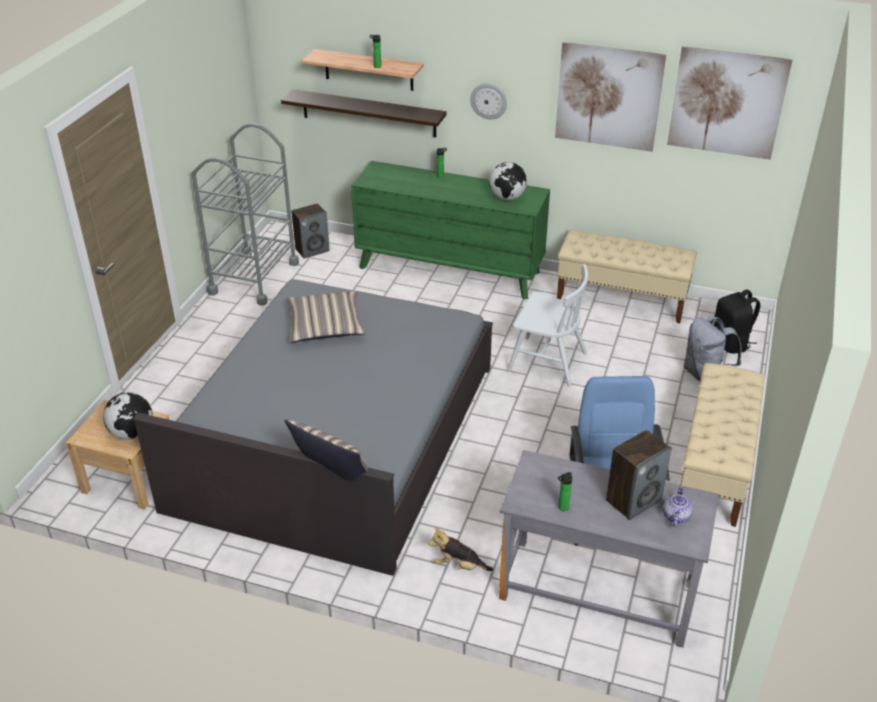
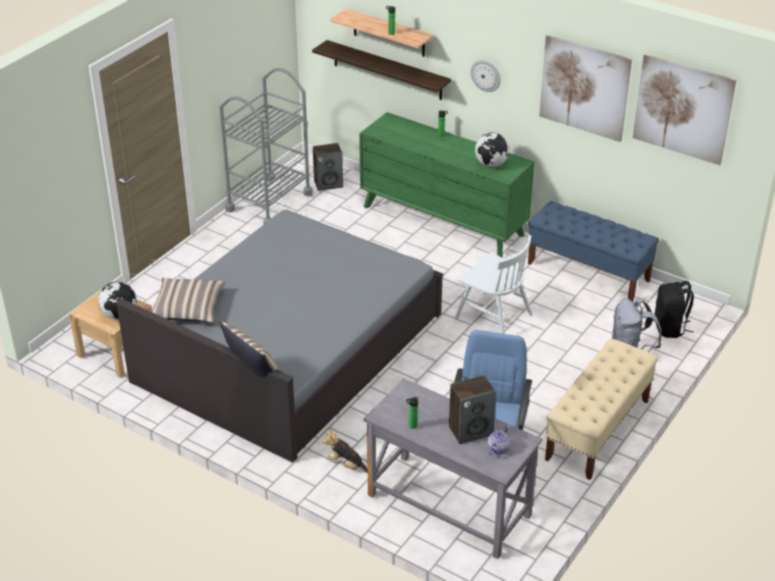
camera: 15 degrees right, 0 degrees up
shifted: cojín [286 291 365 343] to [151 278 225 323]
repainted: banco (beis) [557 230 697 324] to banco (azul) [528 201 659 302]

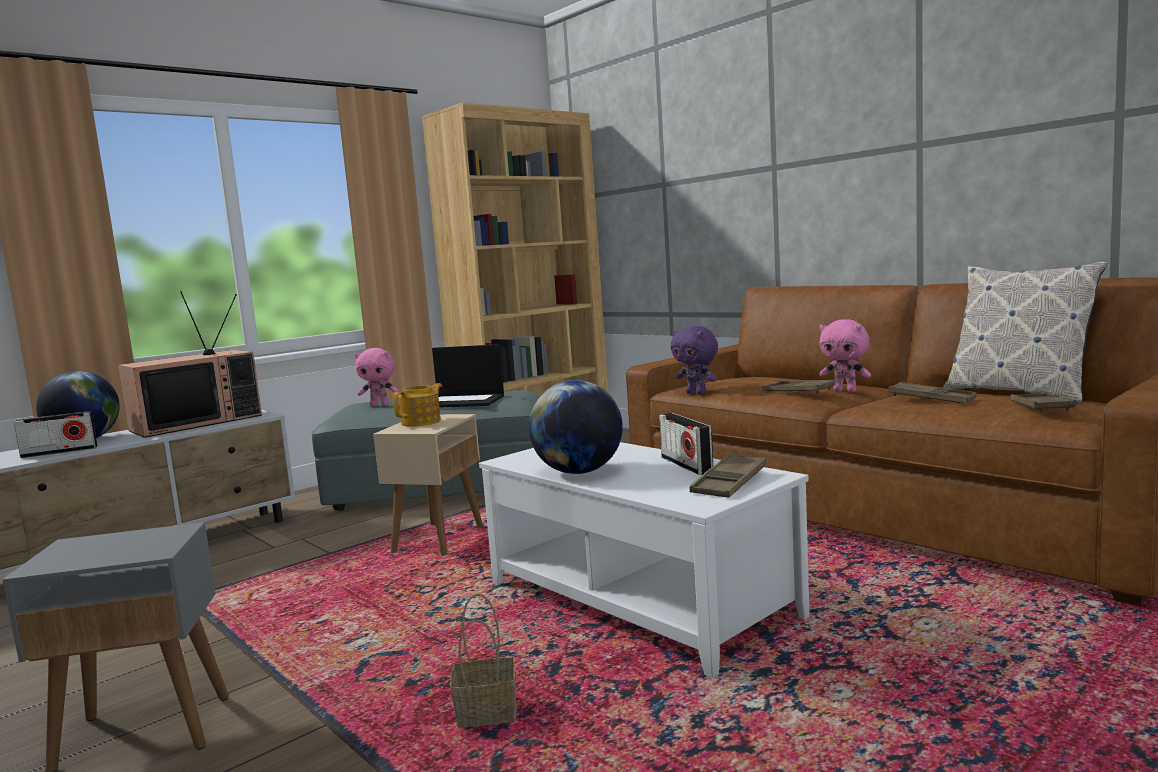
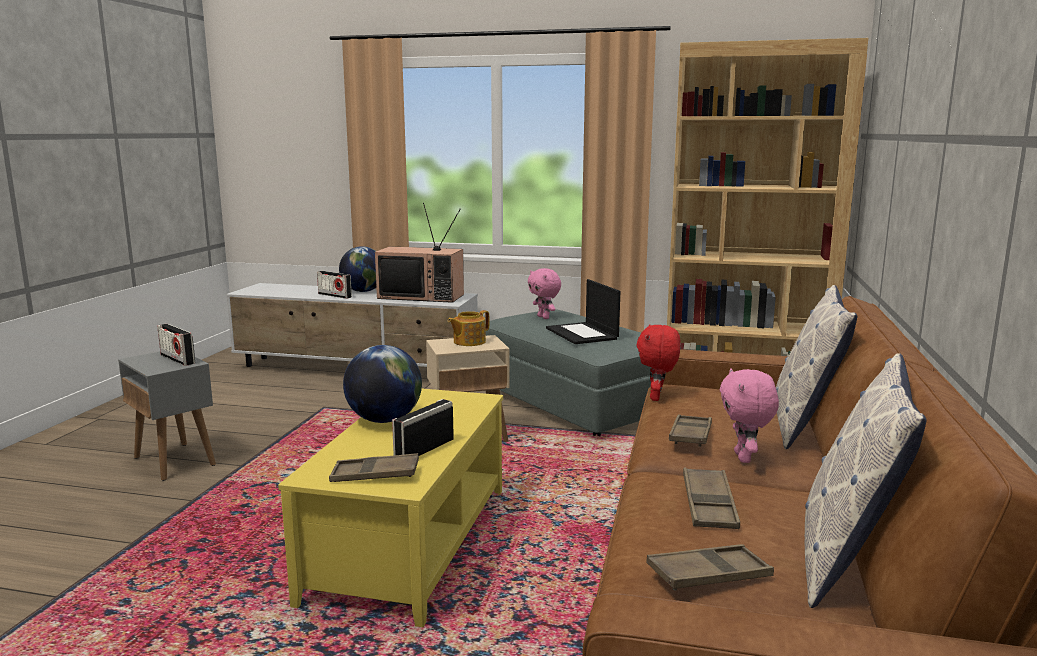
camera: 55 degrees right, 5 degrees up
gone: cesta [450 594 517 728]
new: radio [157 324 195 366]; cojín [776 285 858 449]
repainted: mesa de centro (blanco) [479 442 810 678] to mesa de centro (amarillo) [278 389 503 627]; peluche (morado) [671 326 718 395] to peluche (rojo) [637 324 681 401]
rotated: tetera [393 383 442 427] = [448 310 490 346] 135 degrees clockwise

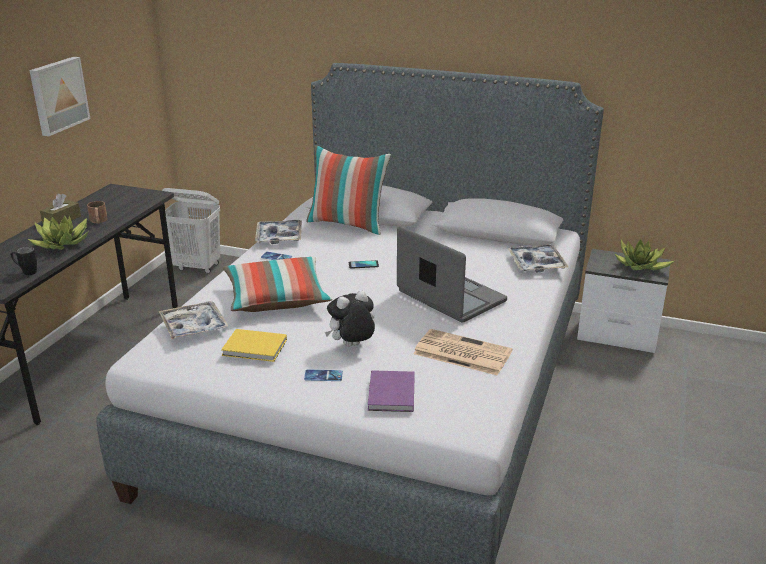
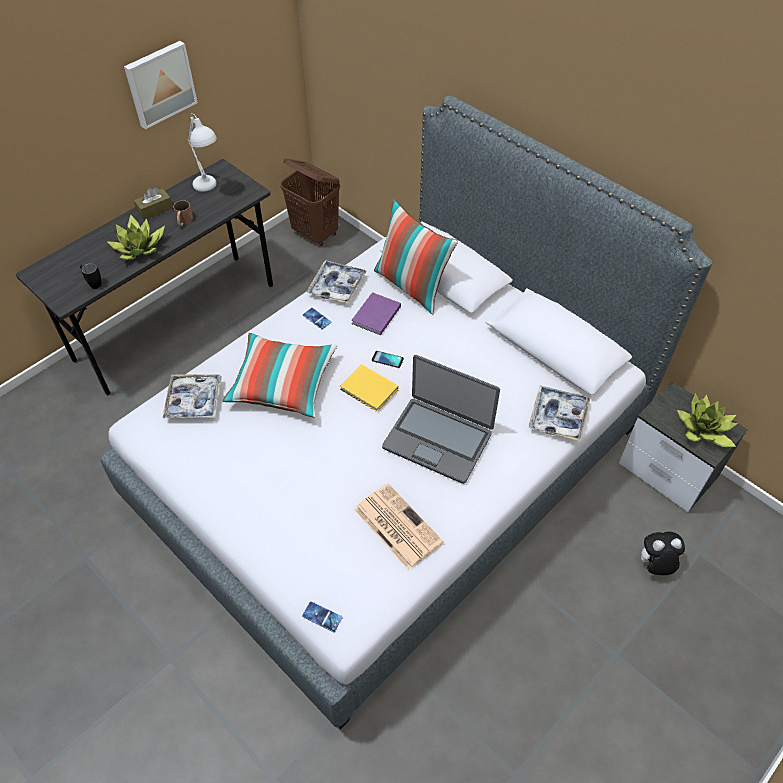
camera: 25 degrees right, 25 degrees up
new: lámpara de mesa (blanco) [188 113 217 192]
shifted: móvil [304 369 343 381] to [302 601 343 632]; libro (amarillo) [221 329 287 362] to [340 364 398 412]; libro (morado) [368 370 415 412] to [351 292 401 335]; peluche [325 291 375 347] to [636 532 685 575]
repainted: cesto de la ropa (blanco) [162 188 220 274] to cesto de la ropa (marrón) [280 159 340 246]
rotated: portátil [397 226 507 323] = [382 355 500 484] 135 degrees clockwise

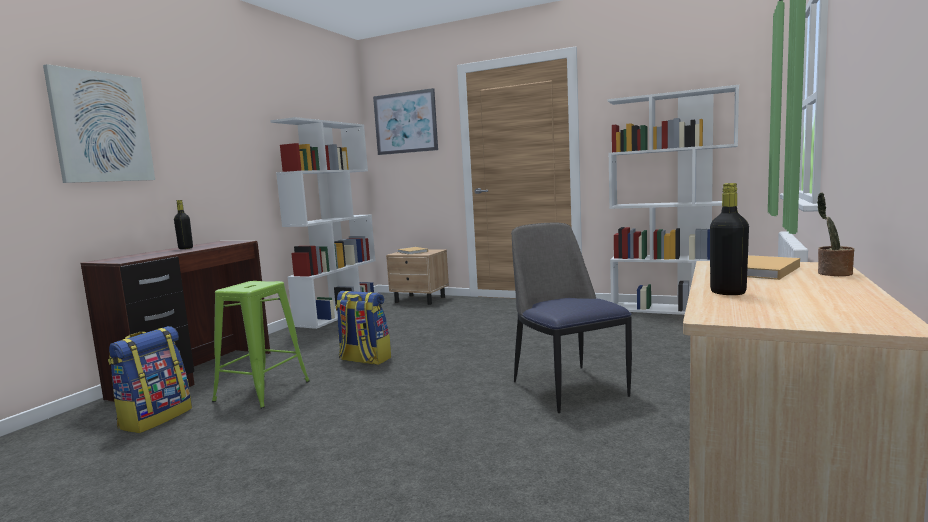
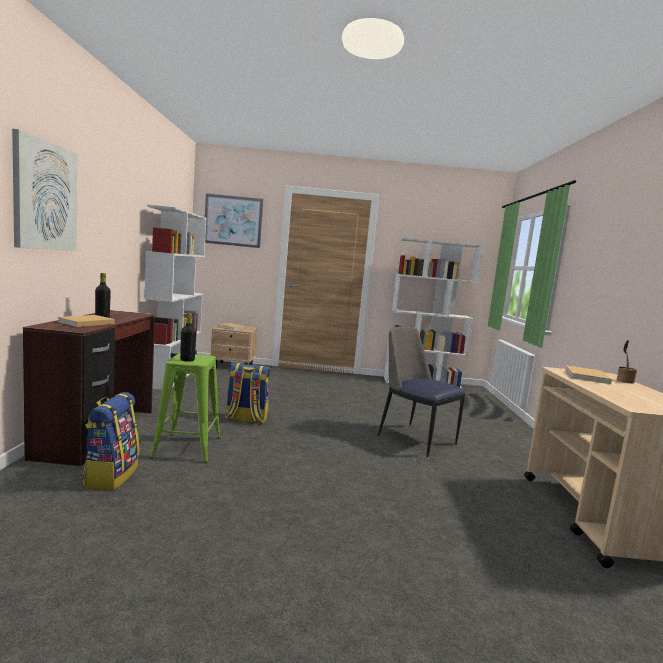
camera: 25 degrees left, 0 degrees up
new: libro (beis) [57 315 115 327]
shifted: botella (negro) [710 183 749 295] to [180 313 196 362]

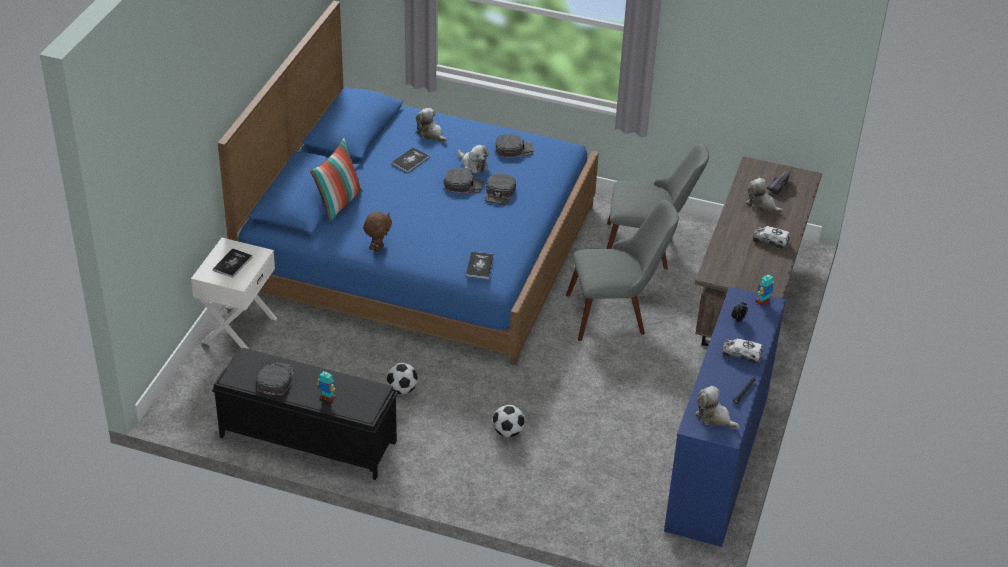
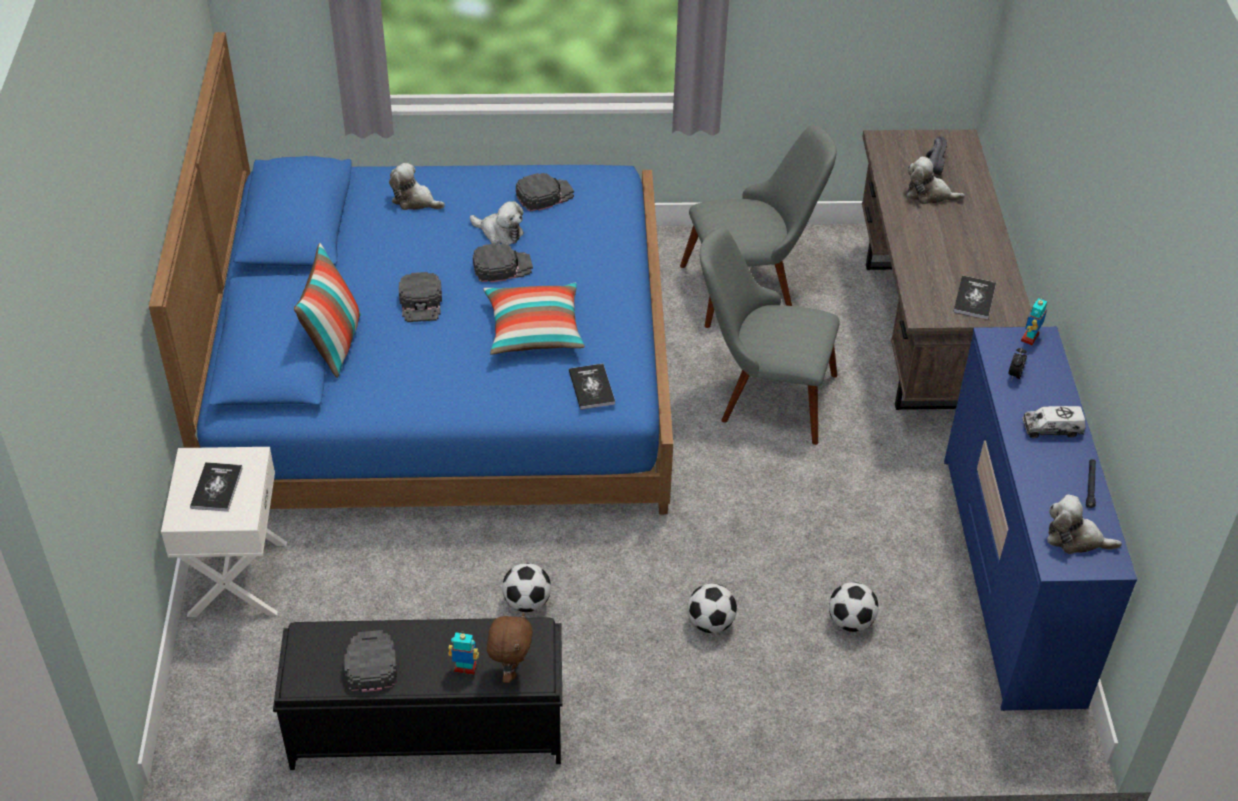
camera: 20 degrees left, 5 degrees up
gone: camión de juguete [753 226 790 249]
new: cojín [484 283 585 355]; balón de fútbol [829 582 878 632]
shifted: gorra (negro) [485 173 516 205] to [399 272 442 322]; peluche (marrón) [363 212 392 252] to [487 612 533 683]; libro [391 147 429 172] to [953 276 996 319]
rotated: silla (gris) [566 200 679 341] = [700 227 840 445] 135 degrees counterclockwise

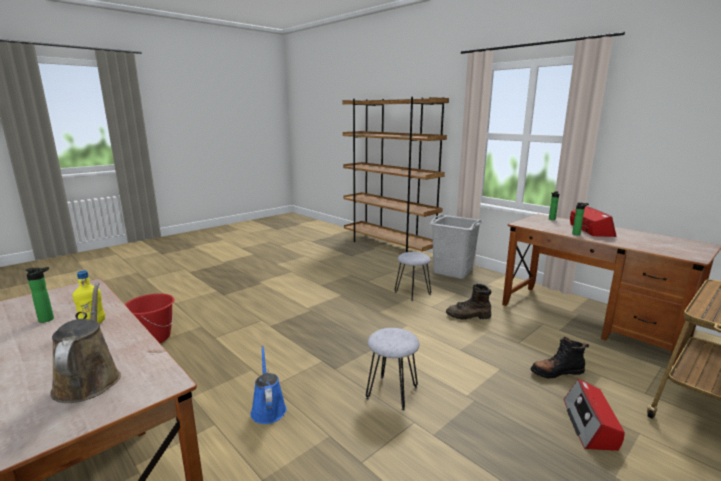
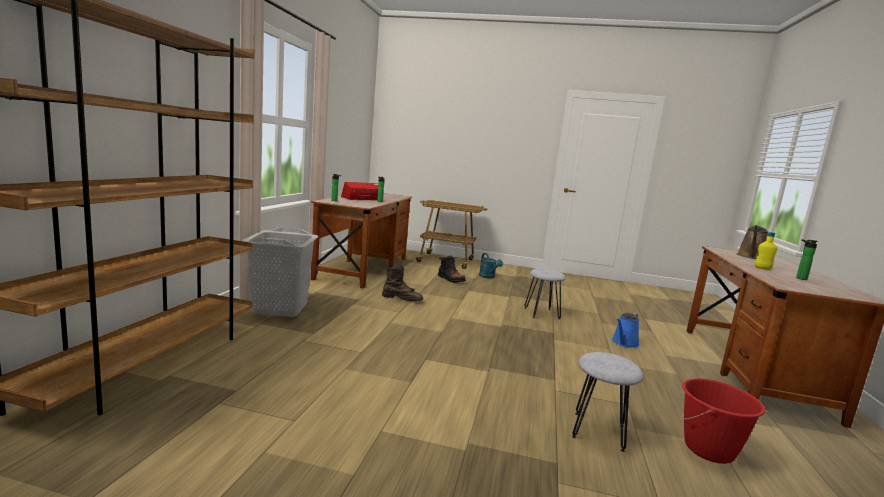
camera: 125 degrees left, 5 degrees down
shifted: taburete (gris) [395 252 431 301] to [572 352 644 452]
swapped: radio [564 379 625 451] to regadera (turquesa) [479 253 503 279]
rotated: bota (marrón) [446 284 492 319] = [382 266 423 301] 45 degrees counterclockwise

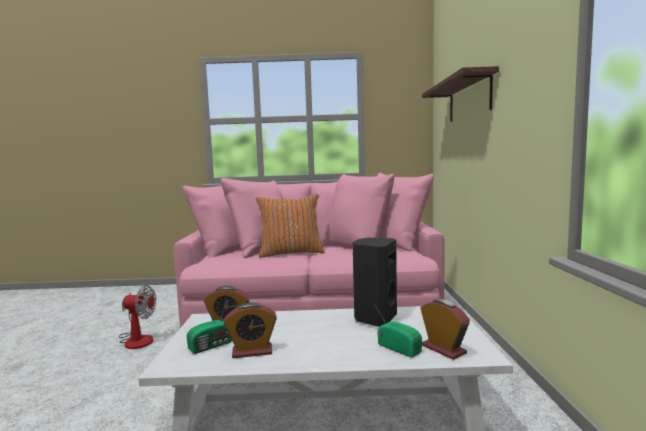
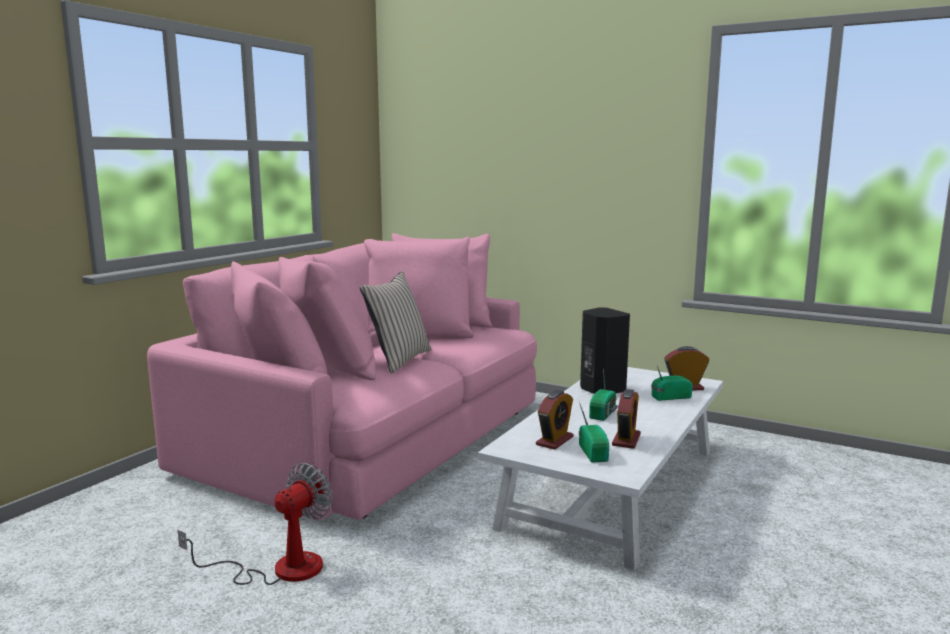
camera: 60 degrees left, 5 degrees up
gone: estante [422 66 499 122]
new: radio [589 368 618 421]
repainted: cojín (naranja) [256 194 325 258] to cojín (beis) [360 271 431 374]

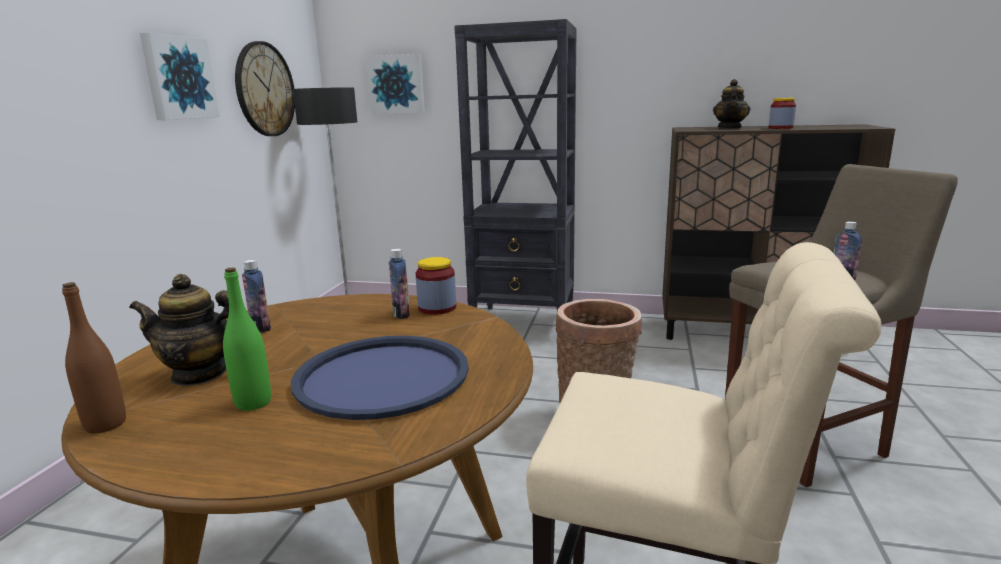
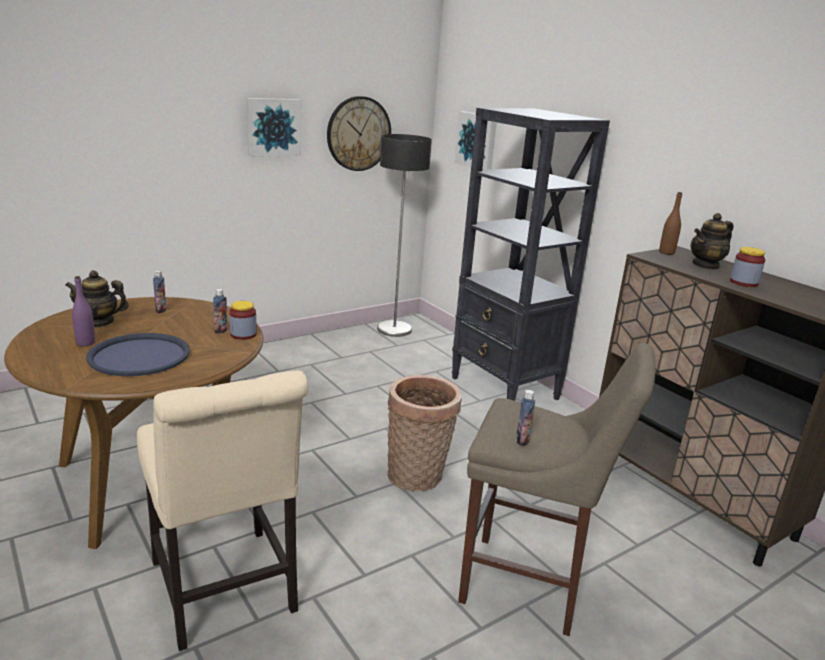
camera: 40 degrees right, 5 degrees up
shifted: botella (marrón) [62 282 126 433] to [659 192 682 255]
repainted: botella (verde) [223 268 271 411] to botella (morado) [72 276 95 346]
rotated: tetera [129 274 229 386] = [65 270 129 327] 45 degrees counterclockwise

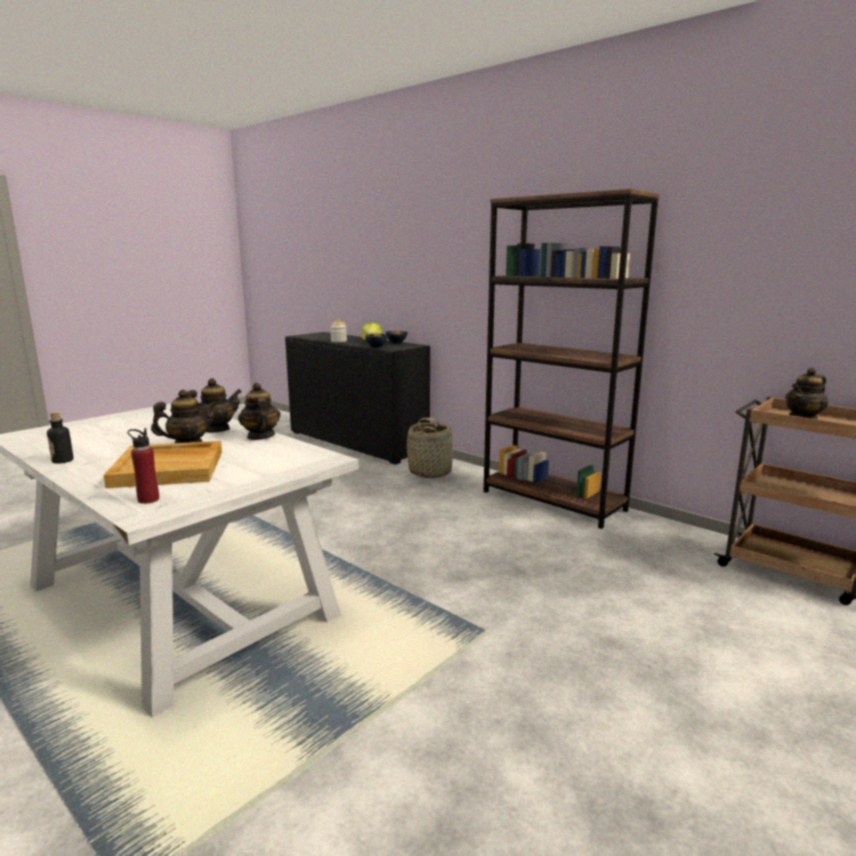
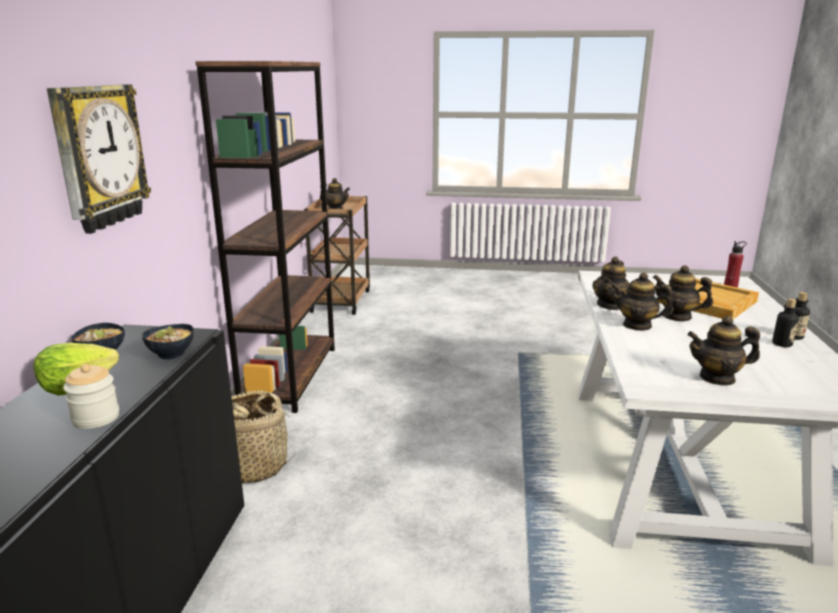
camera: 125 degrees left, 5 degrees up
new: reloj de pared [47 84 151 234]; tetera [687 316 760 386]; botella [772 298 799 347]

